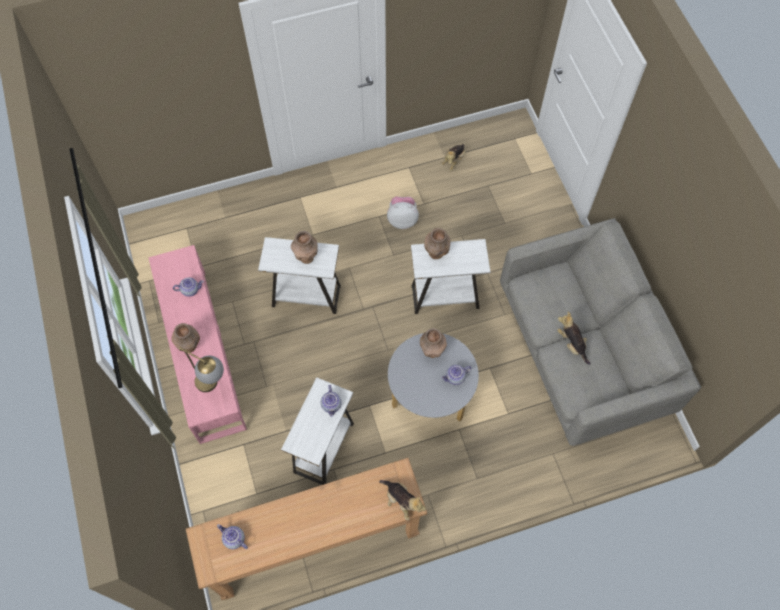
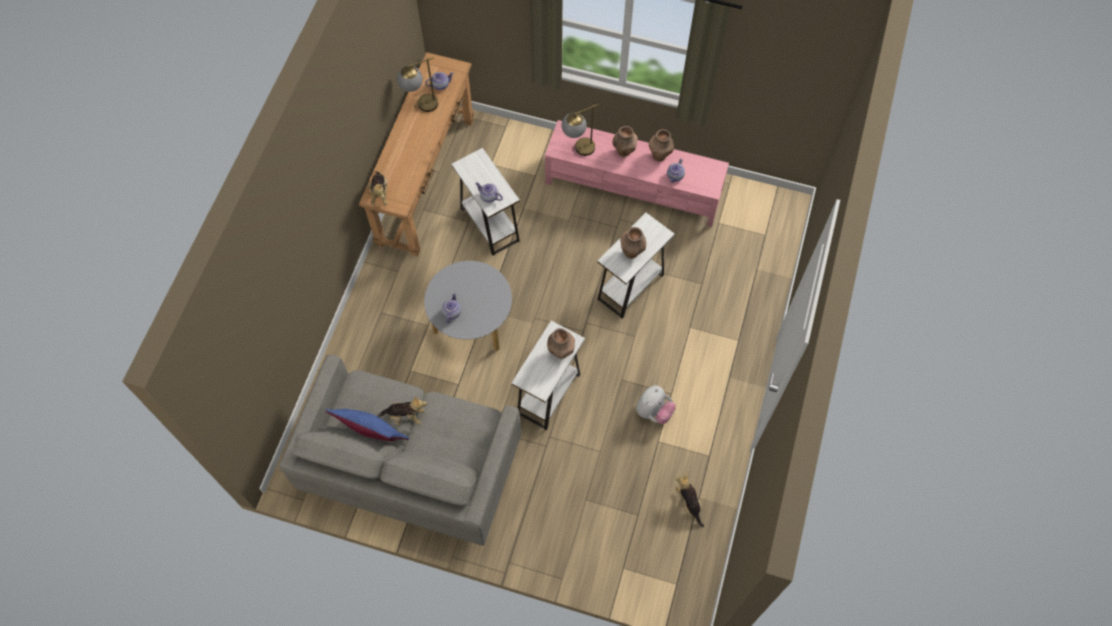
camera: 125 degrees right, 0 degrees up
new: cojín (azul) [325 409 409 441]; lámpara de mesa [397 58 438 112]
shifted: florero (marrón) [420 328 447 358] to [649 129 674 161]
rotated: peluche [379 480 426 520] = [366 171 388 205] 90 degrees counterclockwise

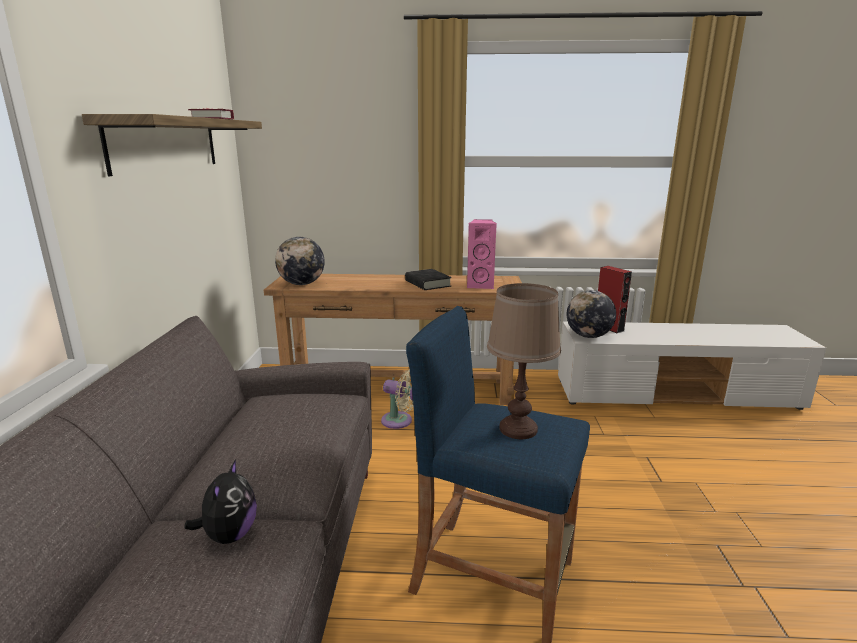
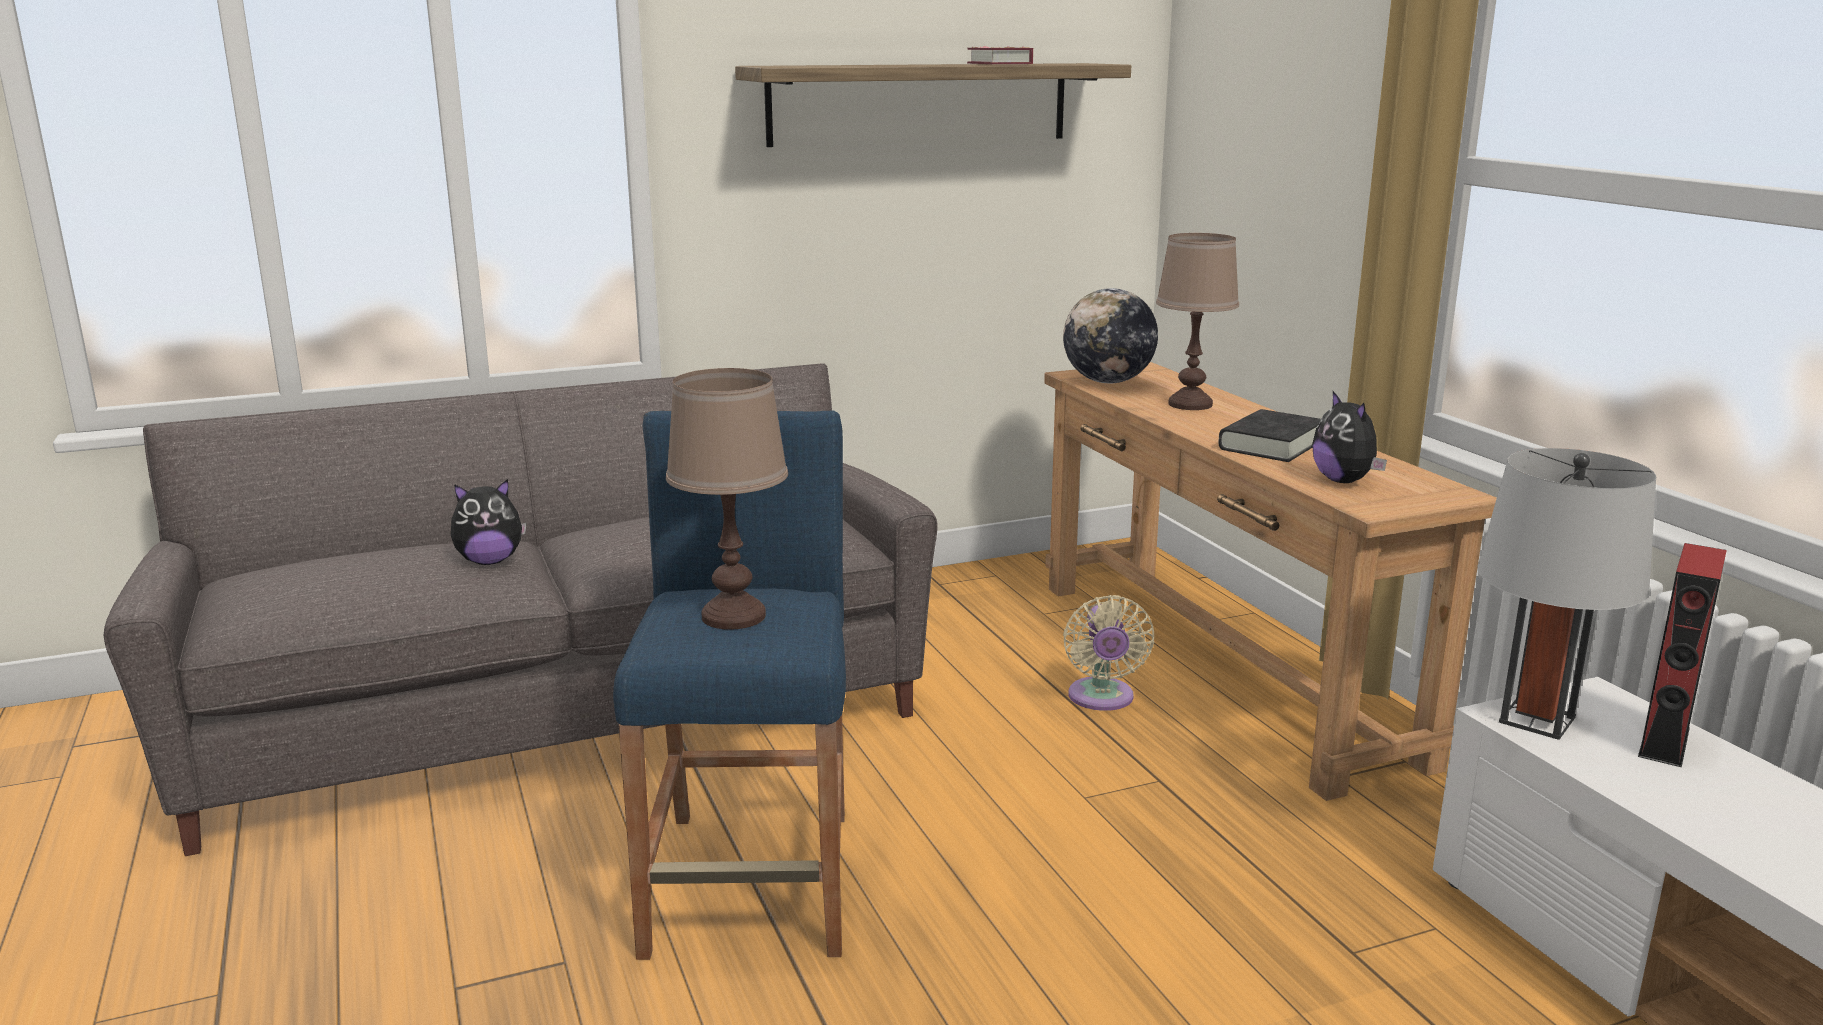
camera: 65 degrees right, 0 degrees up
new: lámpara de mesa (marrón) [1156 233 1239 410]
swapped: altavoz (rosa) [467 219 497 289] to peluche [1312 391 1387 483]; globo terráqueo [567 290 616 338] to lámpara de mesa (gris) [1477 448 1657 740]

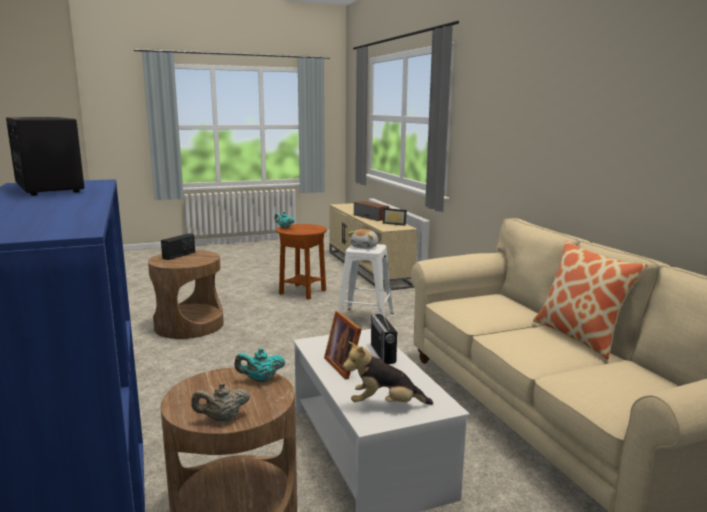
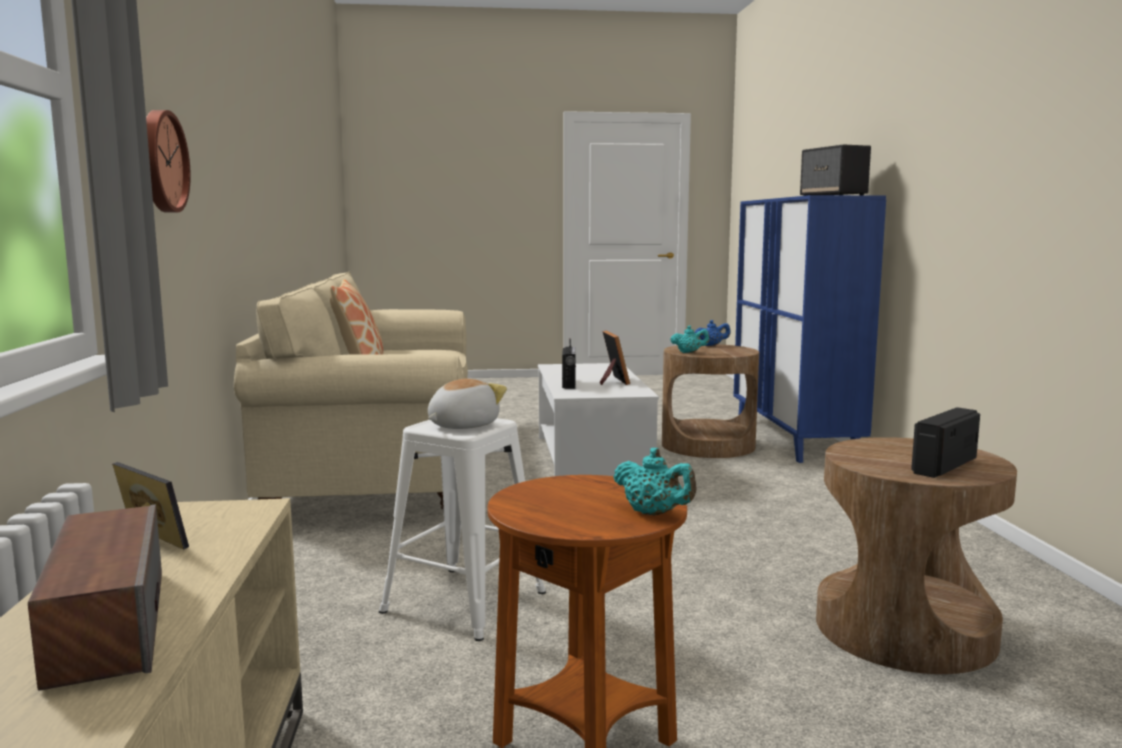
camera: 165 degrees left, 5 degrees down
gone: peluche [343 342 433 405]
new: reloj de pared [146 110 191 213]
repainted: tetera (beis) [191 383 250 422] to tetera (azul) [694 320 730 346]

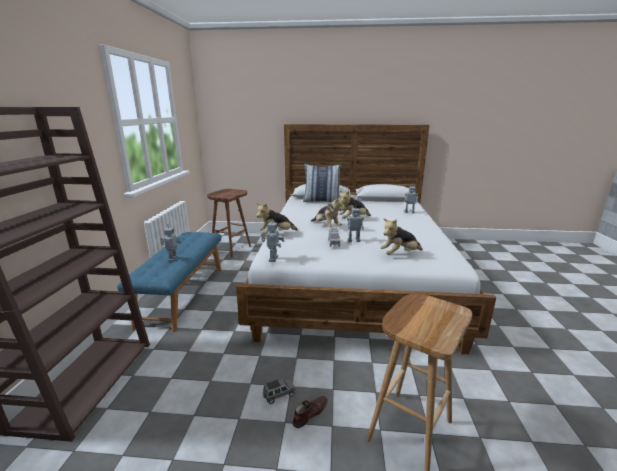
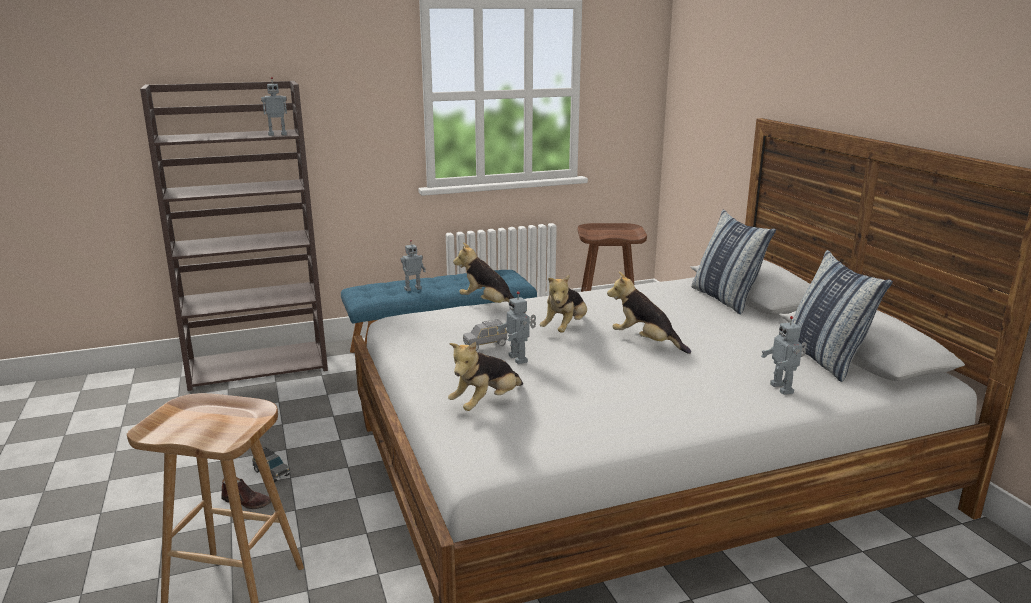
camera: 65 degrees right, 0 degrees up
new: cojín [792 250 893 382]
shifted: robot de juguete [261 219 284 262] to [261 77 287 136]
rotated: peluche [380 219 423 255] = [448 342 523 411] 90 degrees counterclockwise

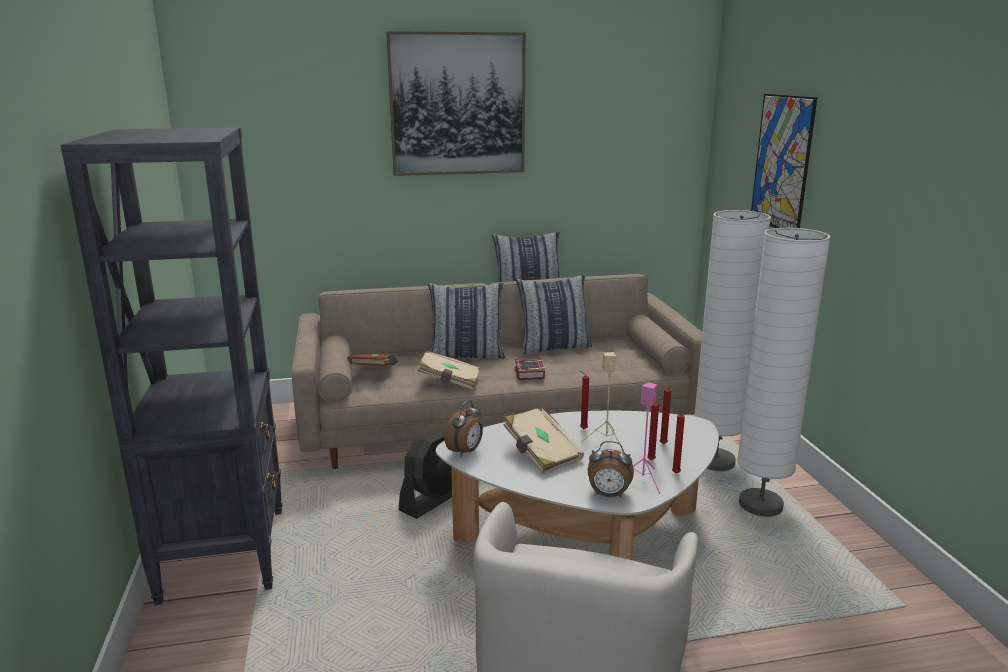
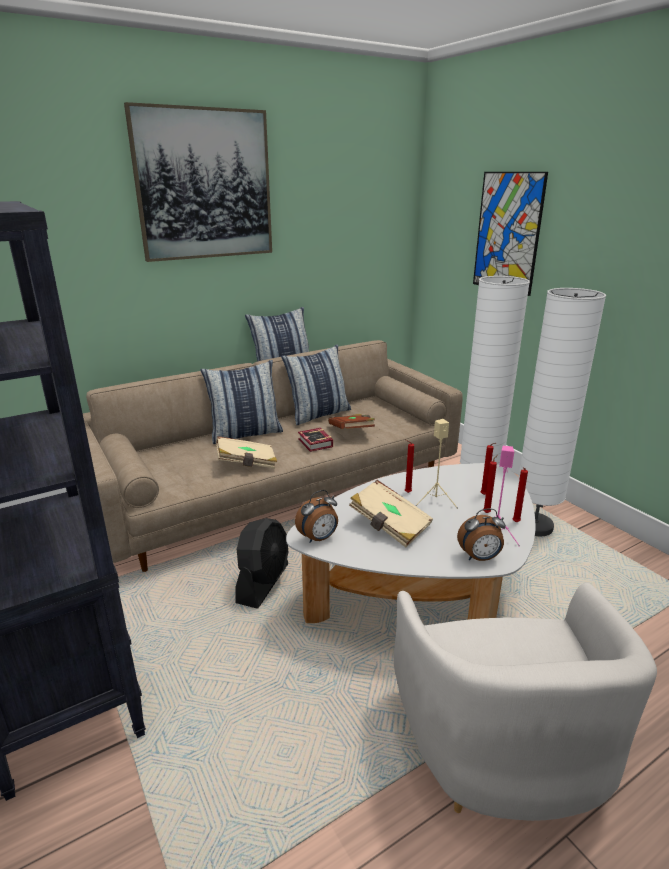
camera: 20 degrees left, 5 degrees up
shifted: libro (marrón) [347 353 399 367] to [328 414 375 429]
rotated: despertador [445 400 483 457] = [295 490 338 543] 45 degrees clockwise

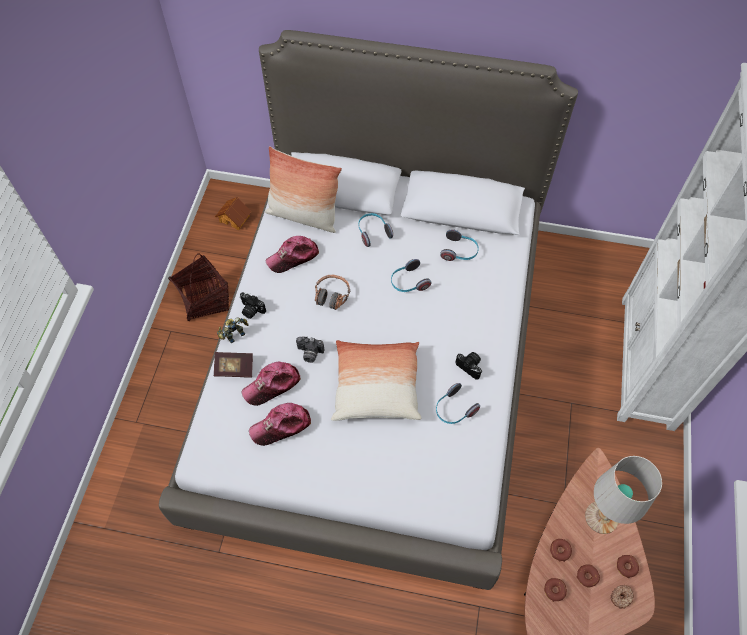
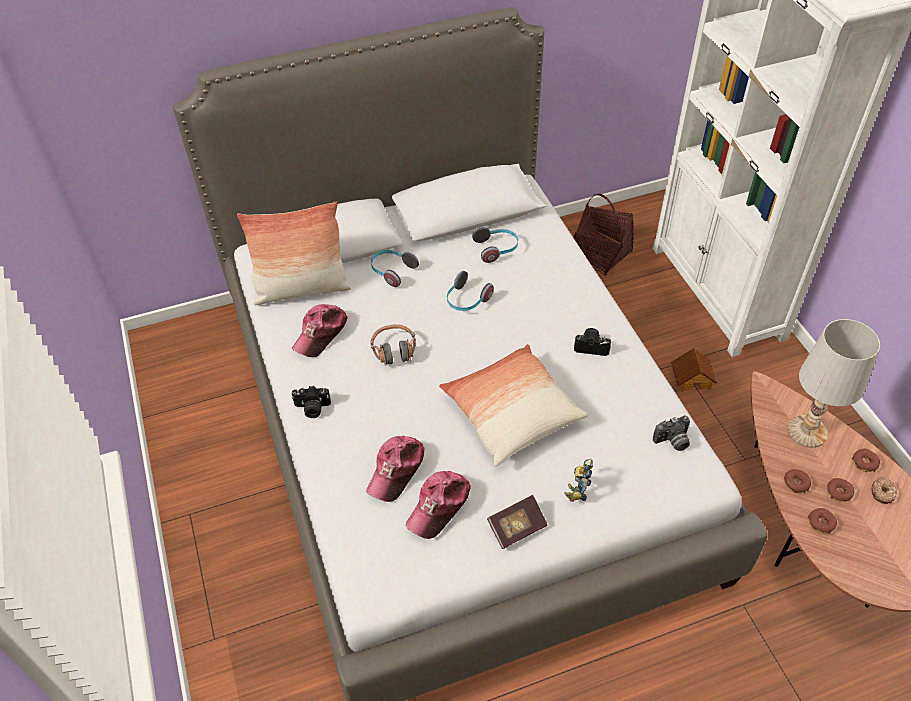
camera: 30 degrees left, 10 degrees down
gone: auriculares [436 383 480 424]
shifted: libro [214 352 253 378] to [487 495 547 549]; robot de juguete [217 317 249 343] to [564 459 593 502]; cesta [168 254 229 321] to [573 194 634 276]; cámara [296 336 324 363] to [653 415 690 451]; casita [215 197 252 231] to [671 348 717 391]

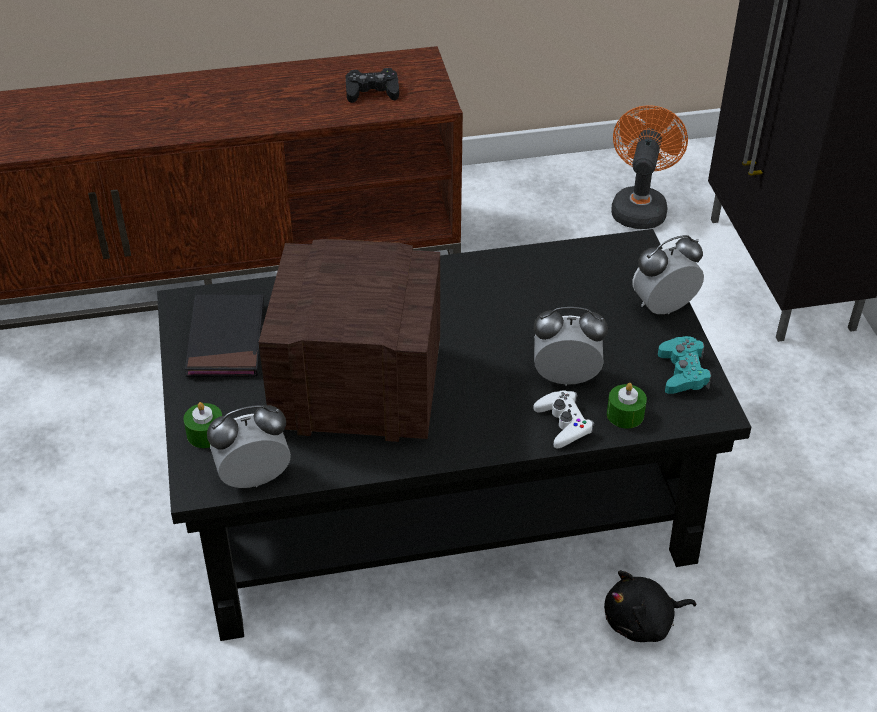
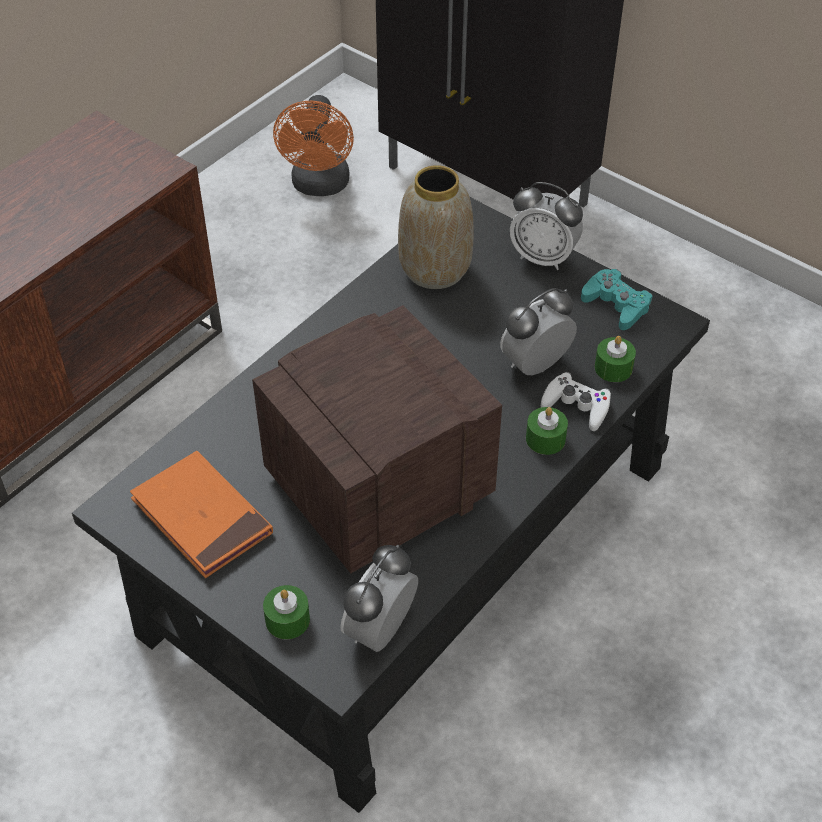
camera: 40 degrees left, 5 degrees up
gone: mando de consola (negro) [346 68 399 103]; peluche (negro) [604 570 697 642]
new: florero [398 165 474 289]; vela (verde) [526 407 568 455]
repainted: libro (negro) [185 294 264 377] to libro (naranja) [130 451 273 578]
rotated: ventilador (naranja) [611 105 688 229] = [273 95 354 196] 150 degrees counterclockwise; despertador [632 235 704 314] = [510 182 583 270] 90 degrees counterclockwise

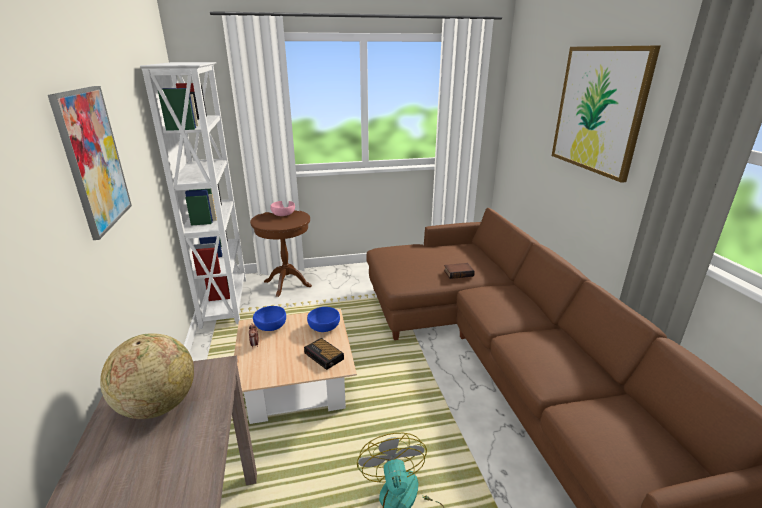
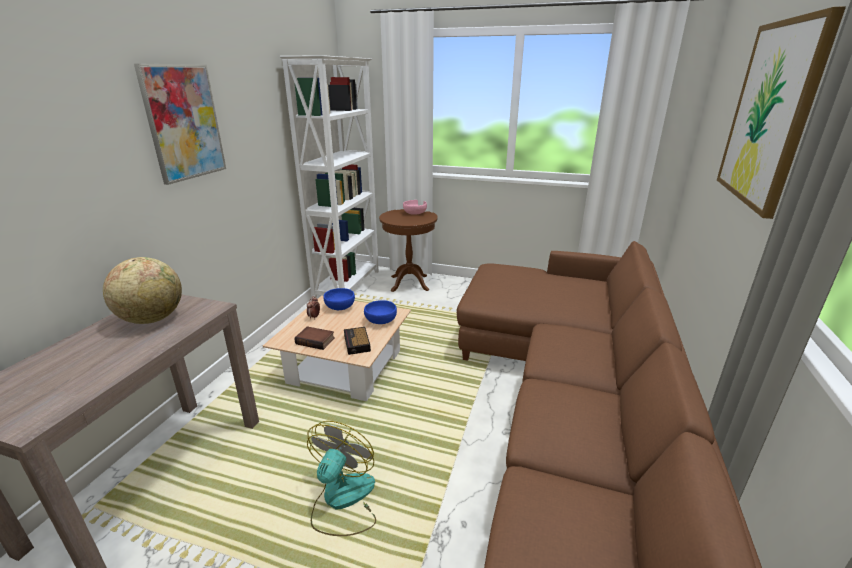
camera: 30 degrees right, 0 degrees up
shifted: libro [444 263 475 279] to [295 326 335 350]

